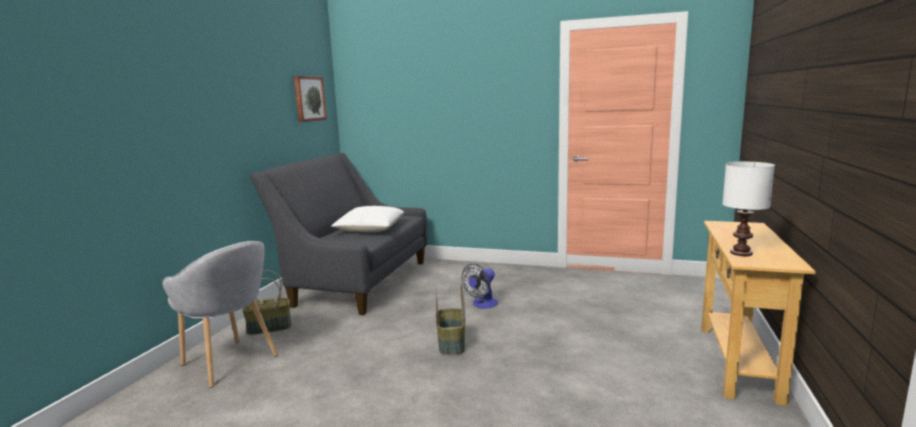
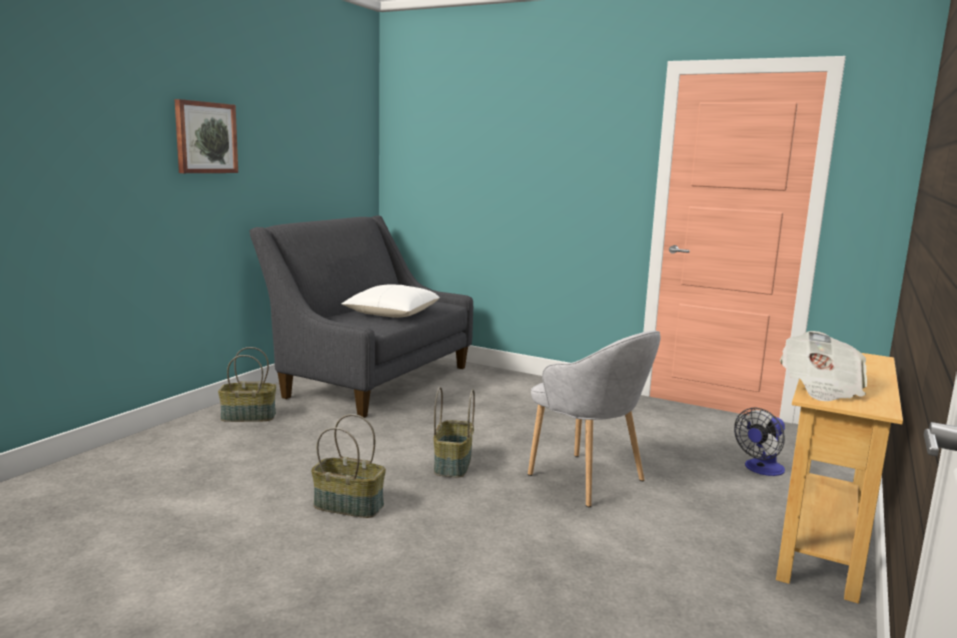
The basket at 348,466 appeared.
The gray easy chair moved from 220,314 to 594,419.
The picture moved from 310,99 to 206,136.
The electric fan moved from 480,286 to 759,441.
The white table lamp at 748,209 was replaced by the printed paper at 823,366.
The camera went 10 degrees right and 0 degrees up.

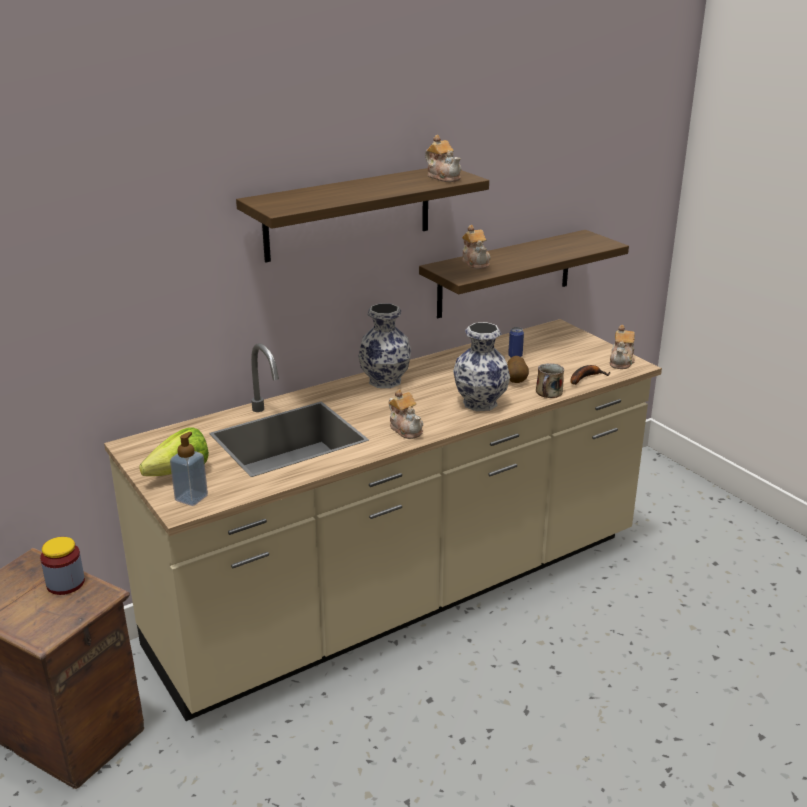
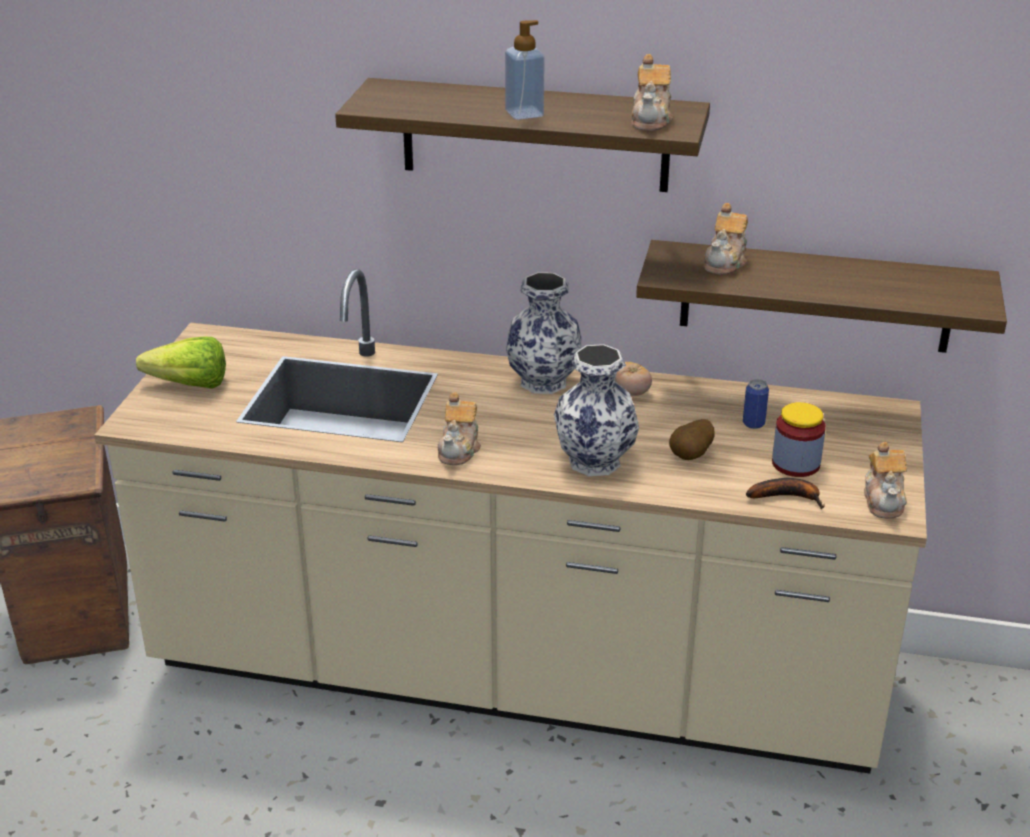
The tea mug at 550,380 disappeared.
The tomato at 633,379 appeared.
The preserve jar moved from 62,566 to 799,439.
The soap dispenser moved from 189,469 to 525,70.
The teapot at 622,347 turned 60 degrees counterclockwise.
The camera went 45 degrees right and 5 degrees up.

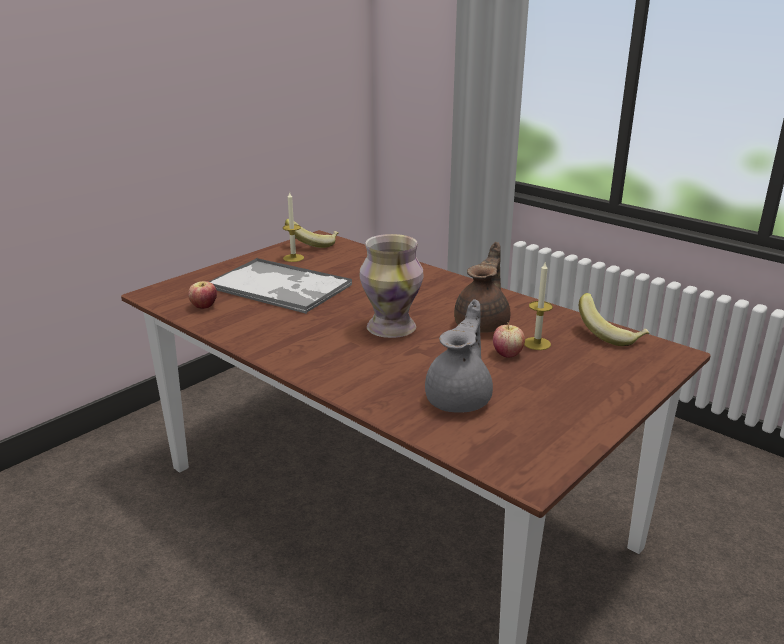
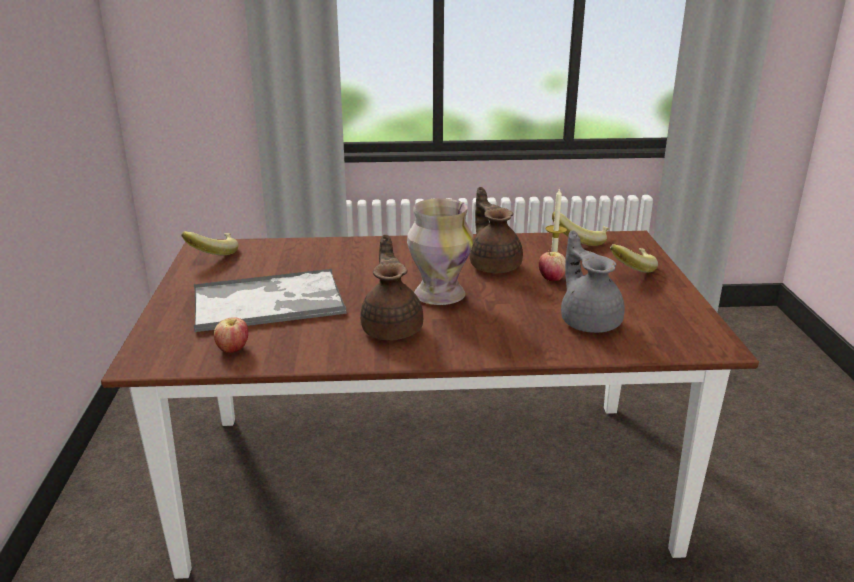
The wax candle at 293,227 disappeared.
The brown teapot at 391,287 appeared.
The banana at 634,258 appeared.
The camera went 45 degrees left and 0 degrees up.

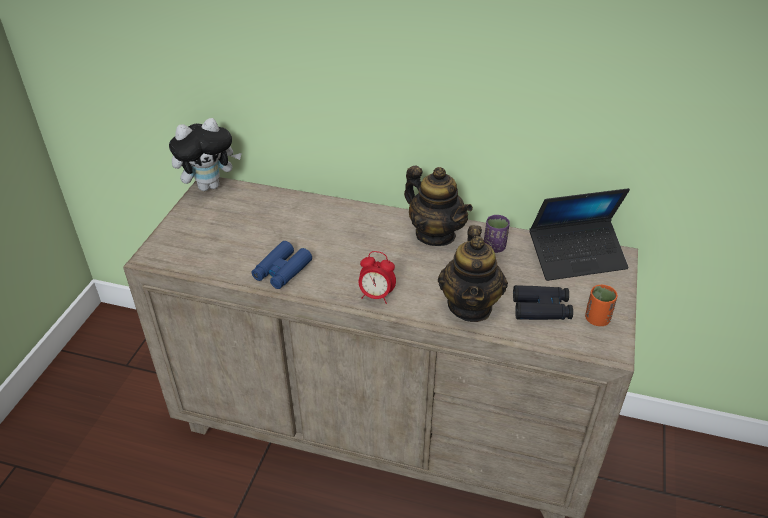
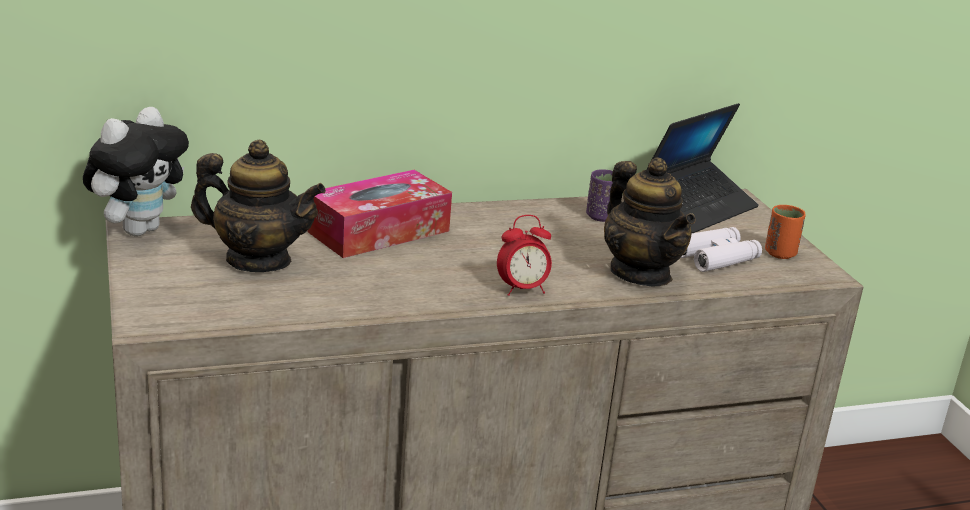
The blue field glasses at 282,265 disappeared.
The tissue box at 379,214 appeared.
The teapot moved from 438,206 to 258,206.
The blackish field glasses at 543,302 became the white field glasses at 721,249.
The camera went 35 degrees left and 15 degrees down.

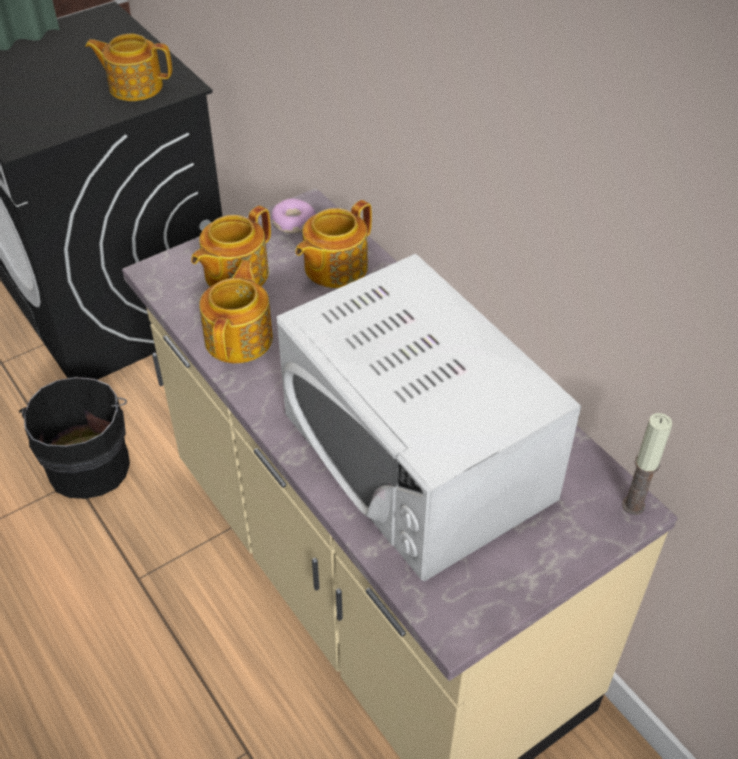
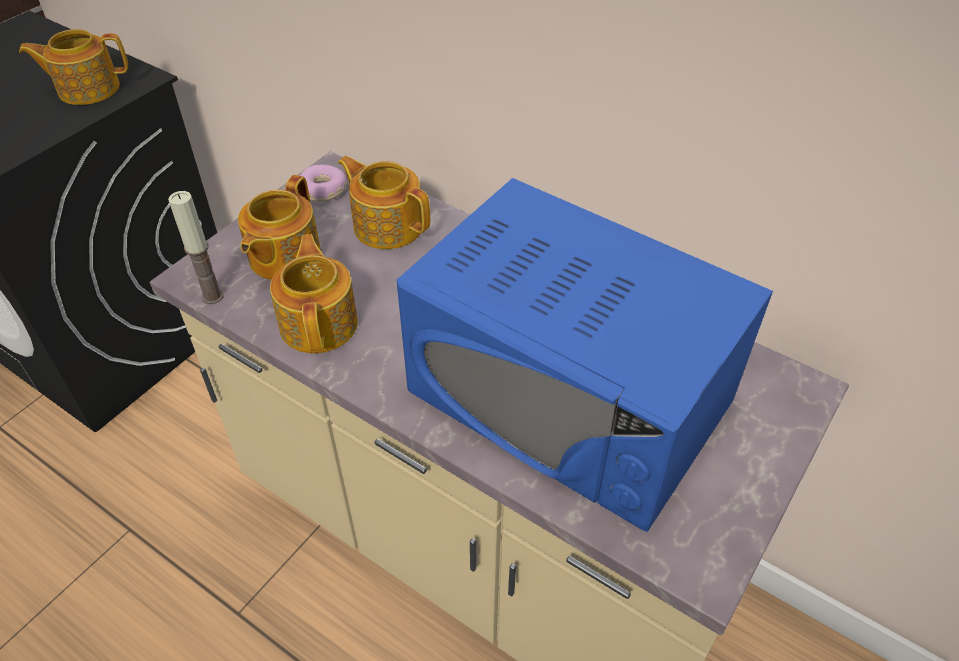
The blackish water bucket at 74,438 disappeared.
The wax candle moved from 647,464 to 196,247.
The white microwave oven at 429,417 became the blue microwave oven at 584,355.
The teapot at 333,244 turned 105 degrees clockwise.
The camera went 20 degrees left and 0 degrees up.

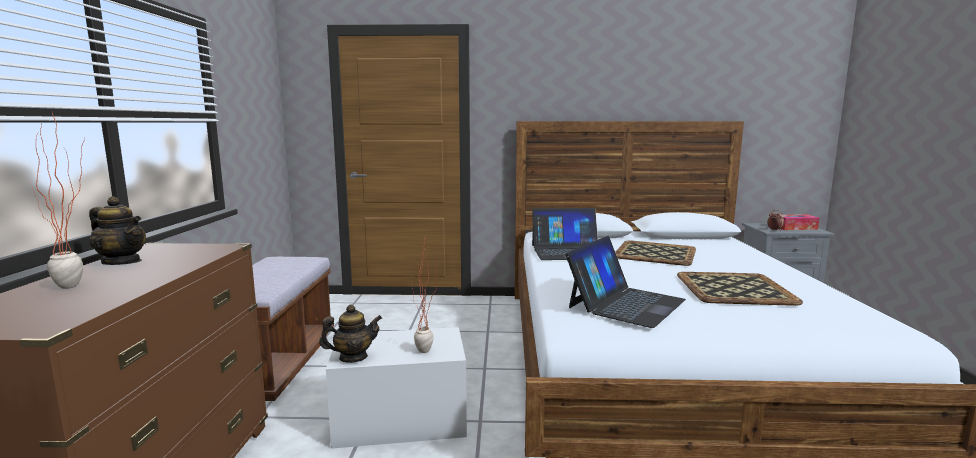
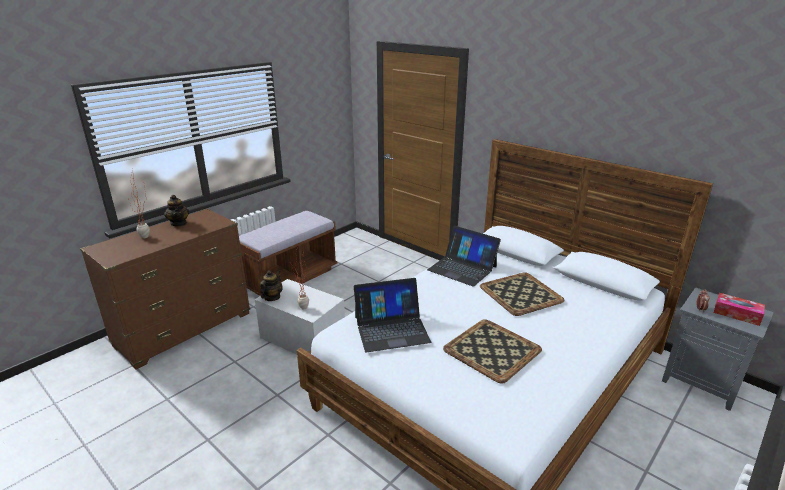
The teapot at 350,333 turned 90 degrees counterclockwise.
The camera went 40 degrees right and 15 degrees up.

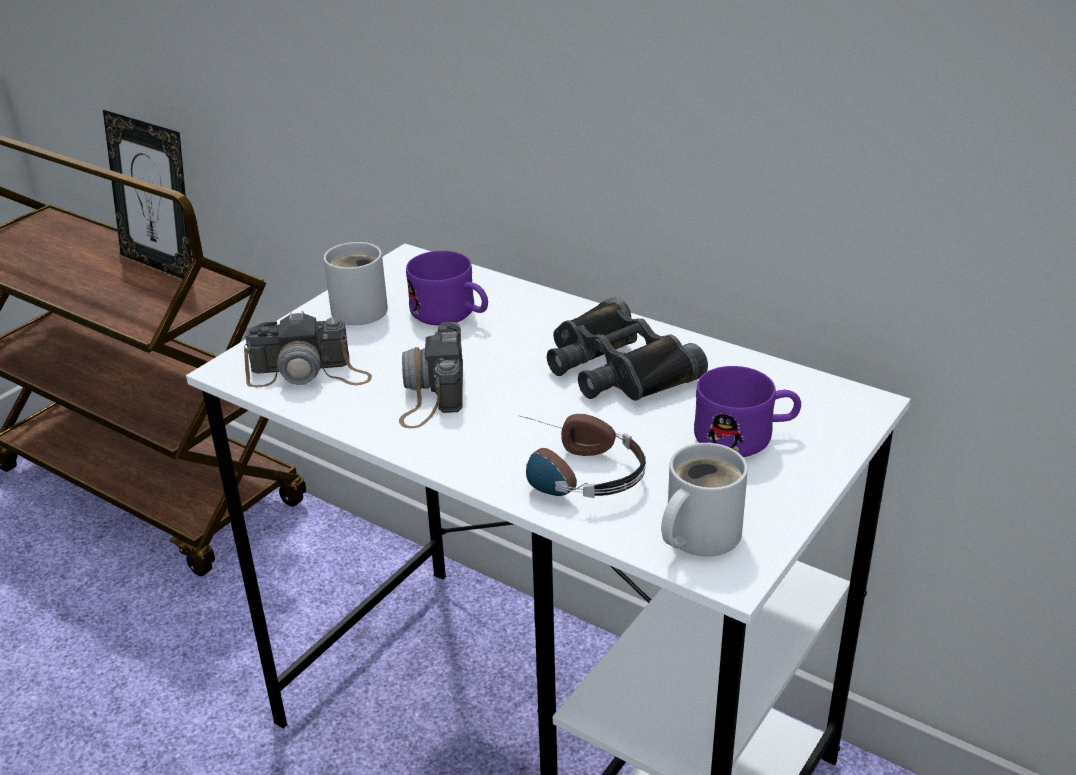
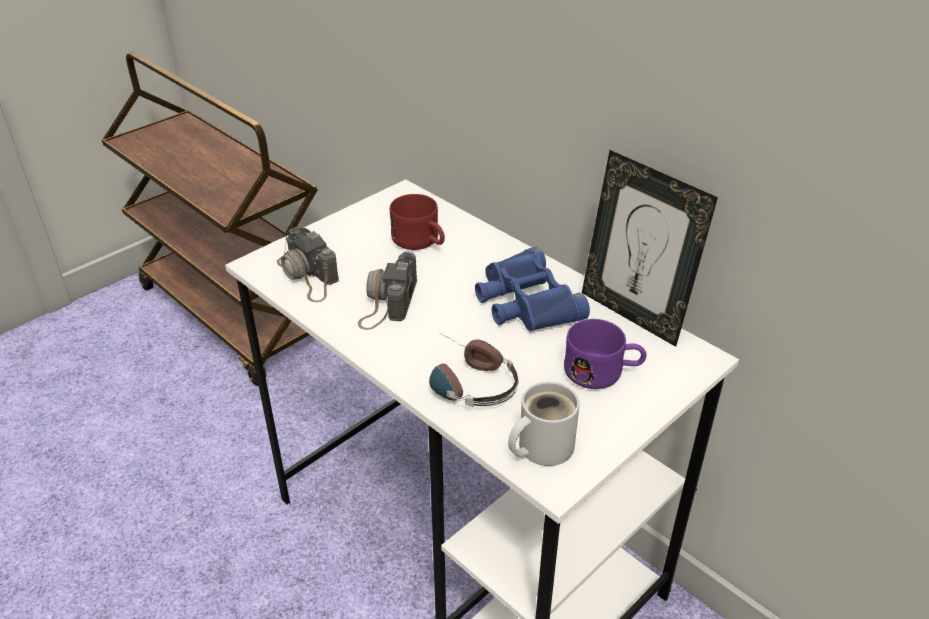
The white tea mug at 355,283 disappeared.
The standing frame moved from 148,196 to 650,248.
The purplish tea mug at 447,288 became the red-coloured tea mug at 417,222.
The blackish field glasses at 627,349 became the blue field glasses at 532,288.
The photo camera at 308,349 turned 45 degrees clockwise.
The camera went 10 degrees right and 5 degrees up.

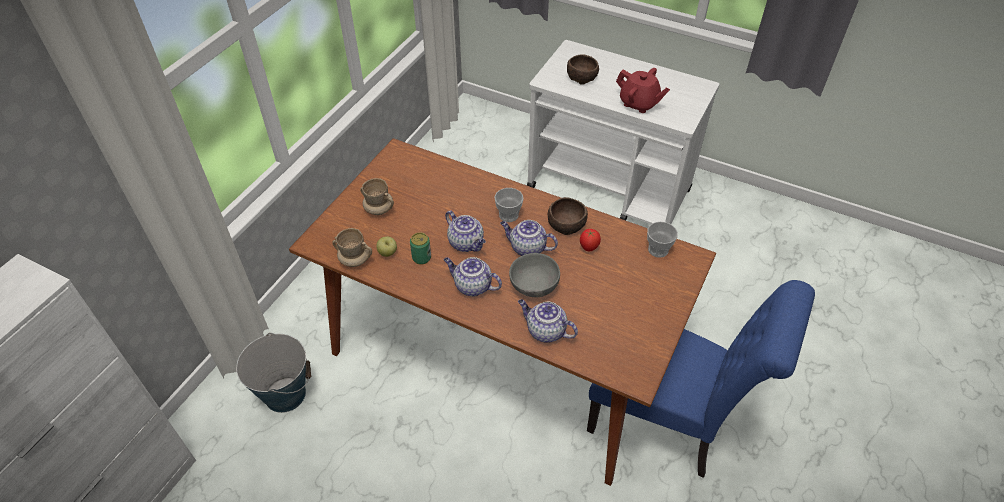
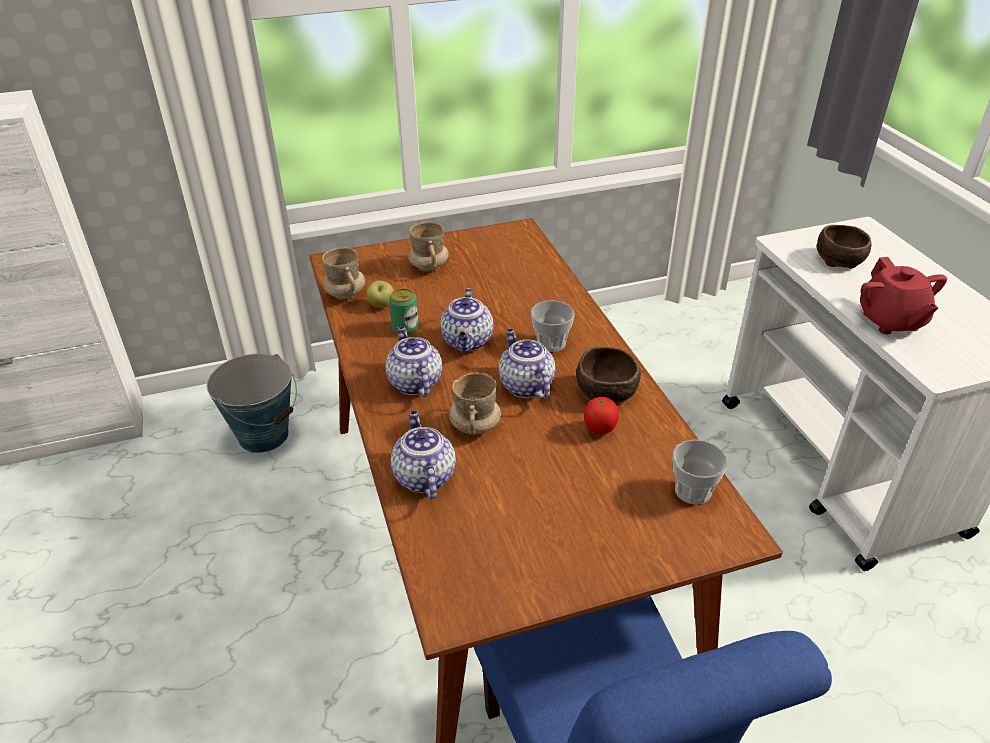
The gray serving bowl at 534,275 was replaced by the sand-coloured tea mug at 475,403.
The camera went 45 degrees right and 10 degrees down.

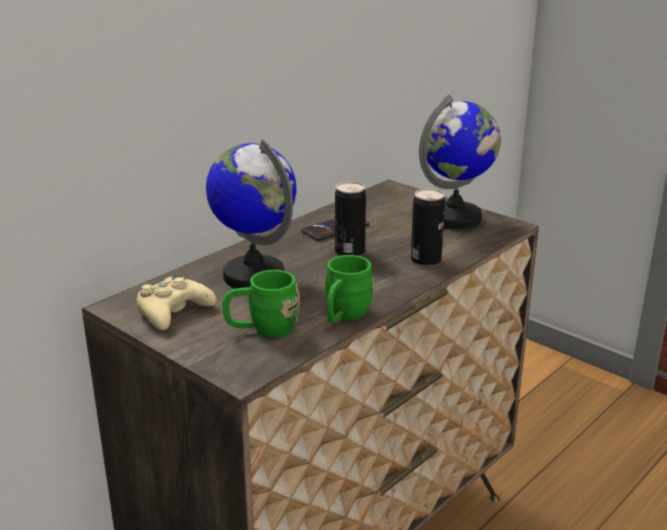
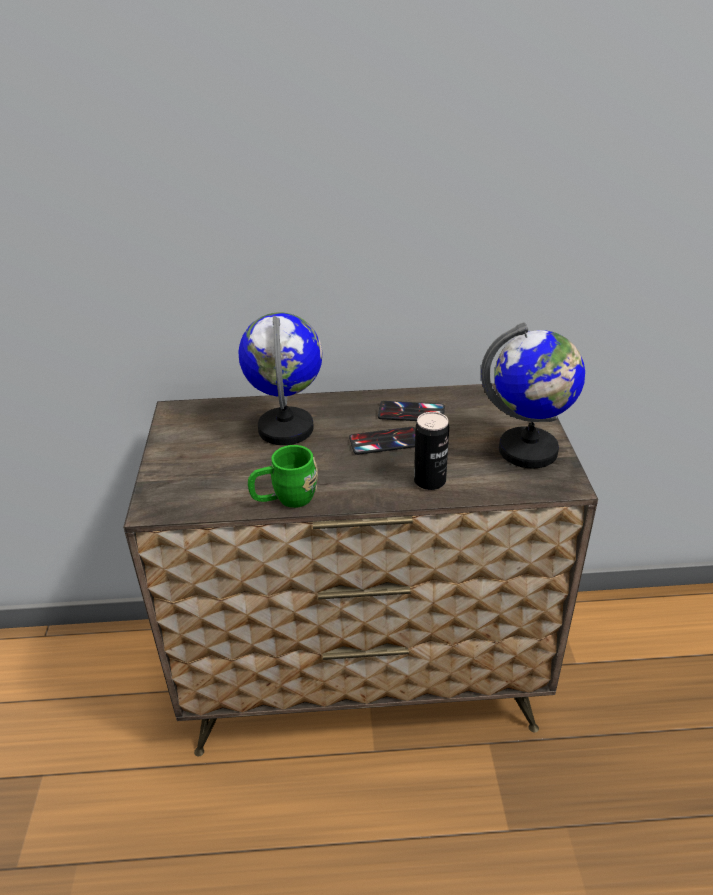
The sand-coloured joypad at 176,302 disappeared.
The green tea mug at 261,304 disappeared.
The sealed can at 350,219 was replaced by the telephone at 382,441.
The camera went 45 degrees right and 10 degrees up.

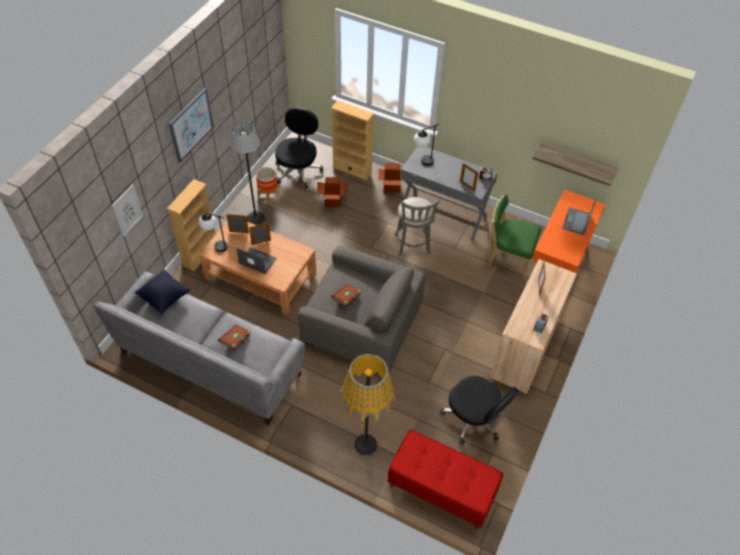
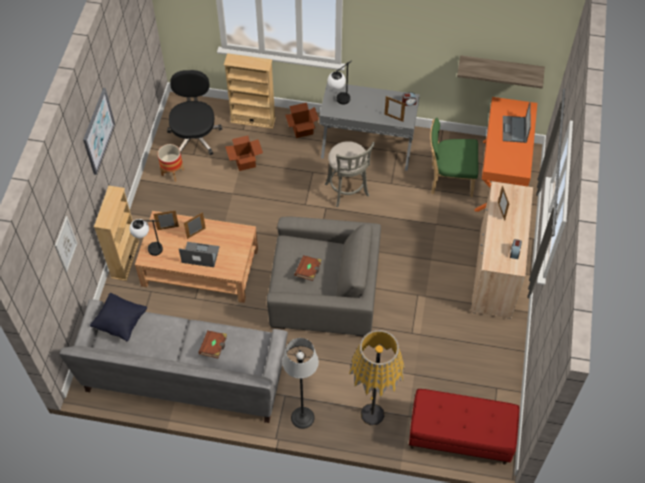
The blackish computer chair at 479,410 disappeared.
The standing lamp moved from 248,173 to 300,383.
The camera went 15 degrees left and 5 degrees up.

